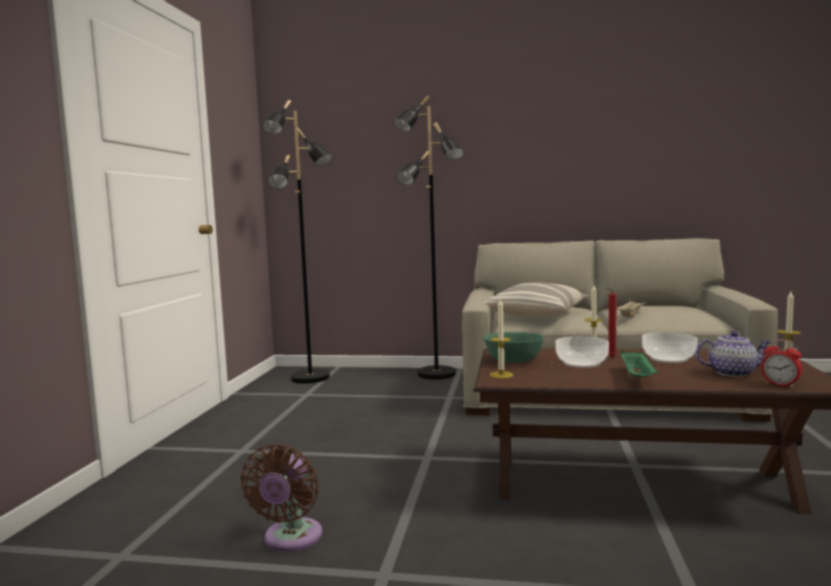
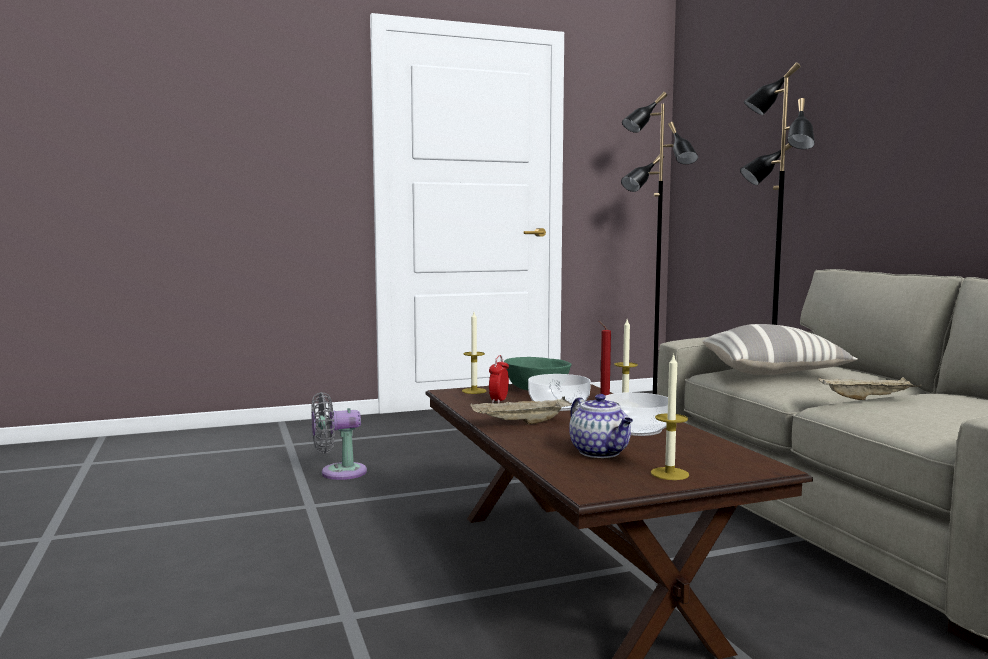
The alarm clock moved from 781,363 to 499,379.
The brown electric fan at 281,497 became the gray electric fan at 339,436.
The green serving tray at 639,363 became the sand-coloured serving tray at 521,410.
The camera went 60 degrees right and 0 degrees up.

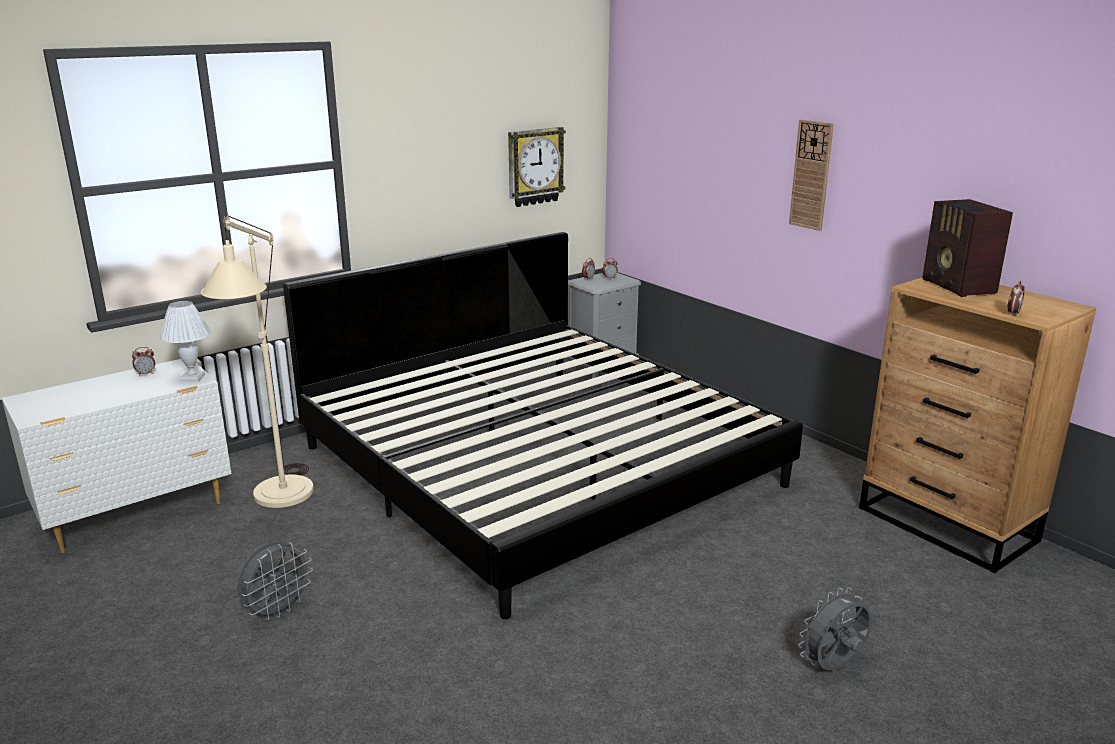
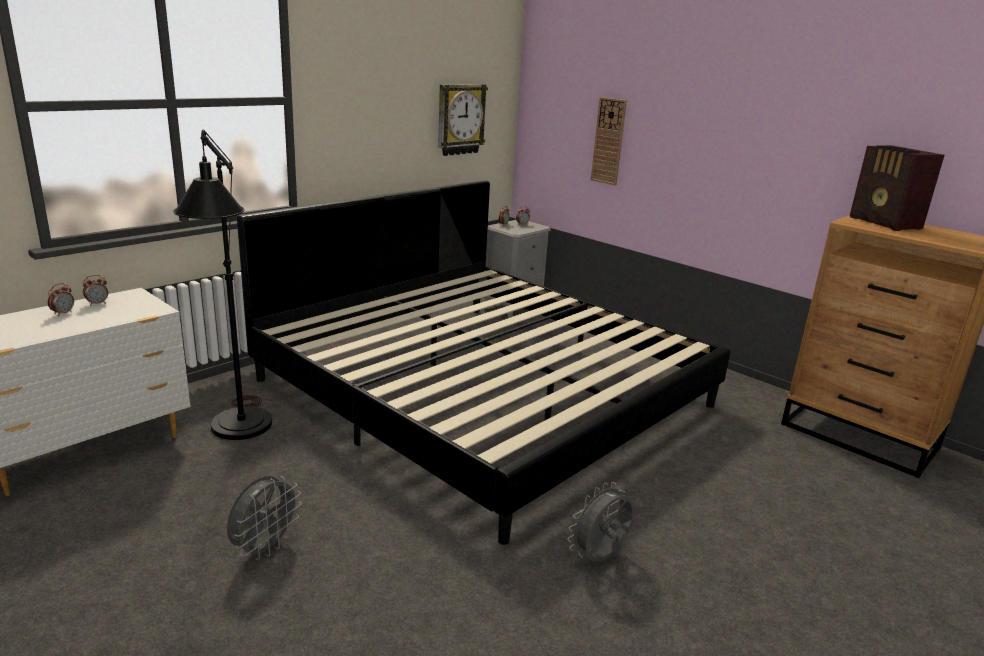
The white table lamp at 185,341 disappeared.
The clock on the wall moved from 811,175 to 609,141.
The gray electric fan moved from 835,629 to 601,522.
The alarm clock moved from 1016,298 to 61,299.
The sand-coloured standing lamp at 257,361 became the blackish standing lamp at 222,284.
The camera went 10 degrees left and 0 degrees up.

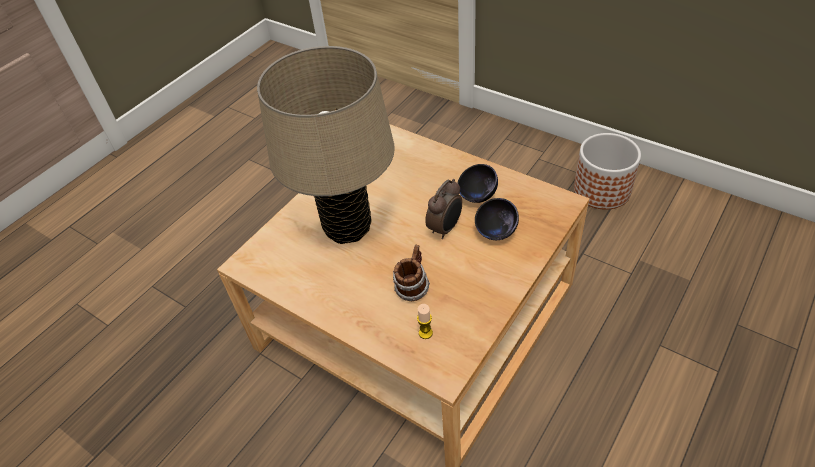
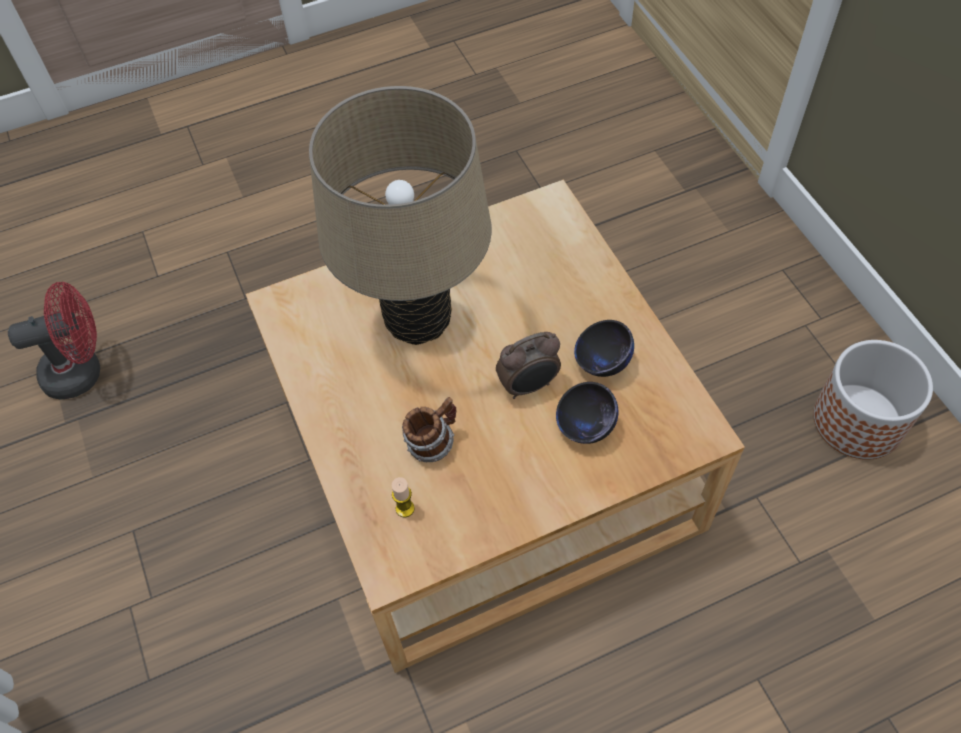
The red-coloured electric fan at 54,341 appeared.
The camera went 30 degrees right and 10 degrees up.

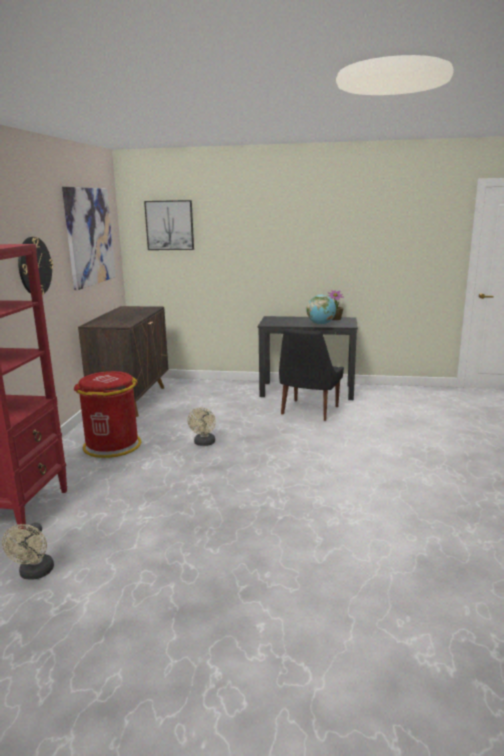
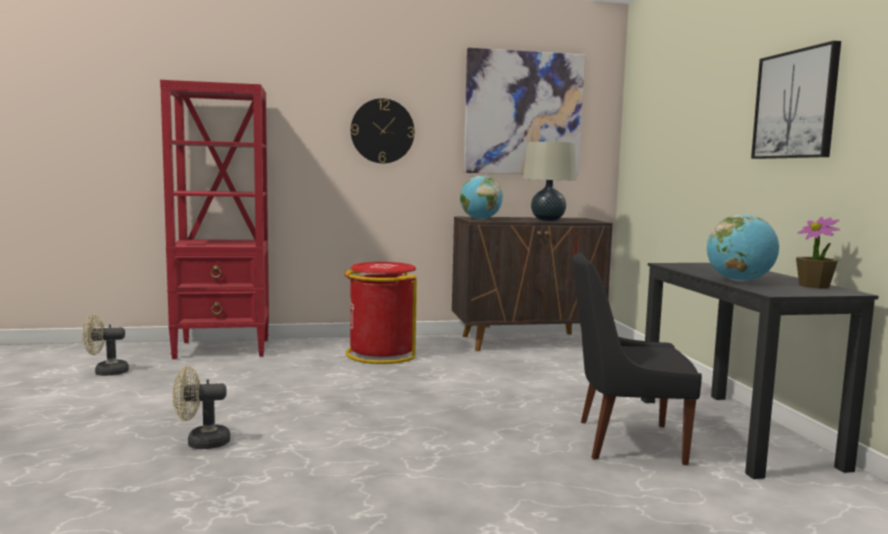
The globe at 481,198 appeared.
The sand-coloured table lamp at 550,181 appeared.
The picture moved from 169,225 to 796,100.
The sand-coloured electric fan moved from 202,426 to 201,407.
The camera went 70 degrees right and 10 degrees down.

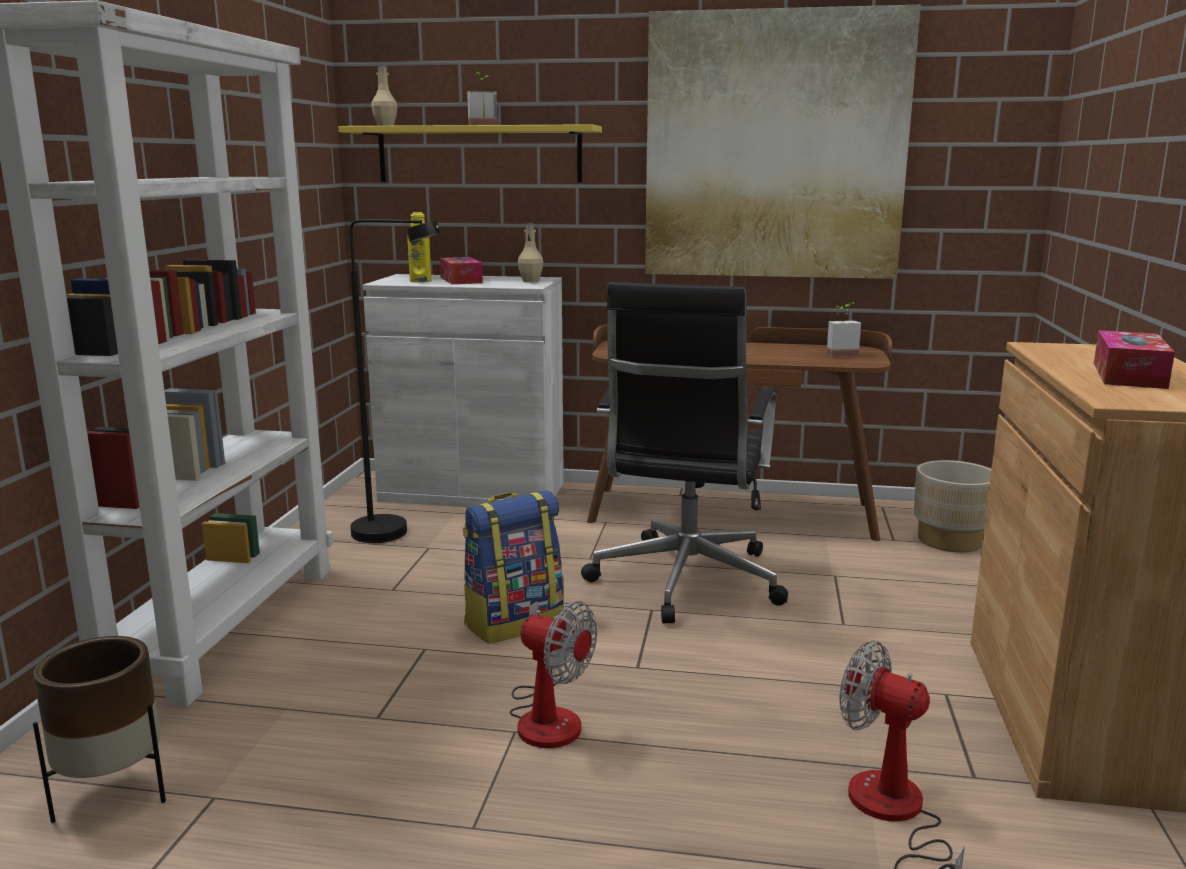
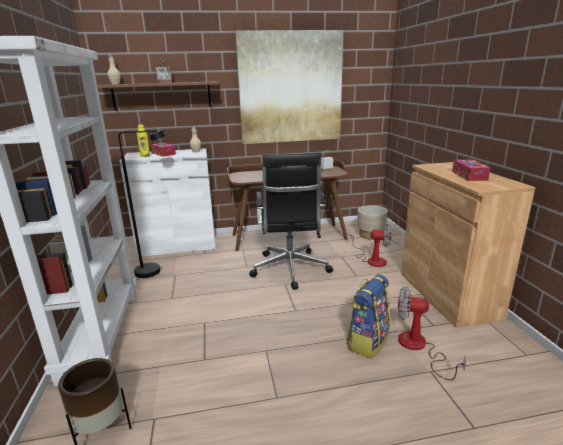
The knapsack moved from 513,567 to 369,316.
The electric fan moved from 553,674 to 371,245.
The yellowish wall shelf at 470,153 became the brown wall shelf at 158,95.
The camera went 20 degrees left and 5 degrees up.

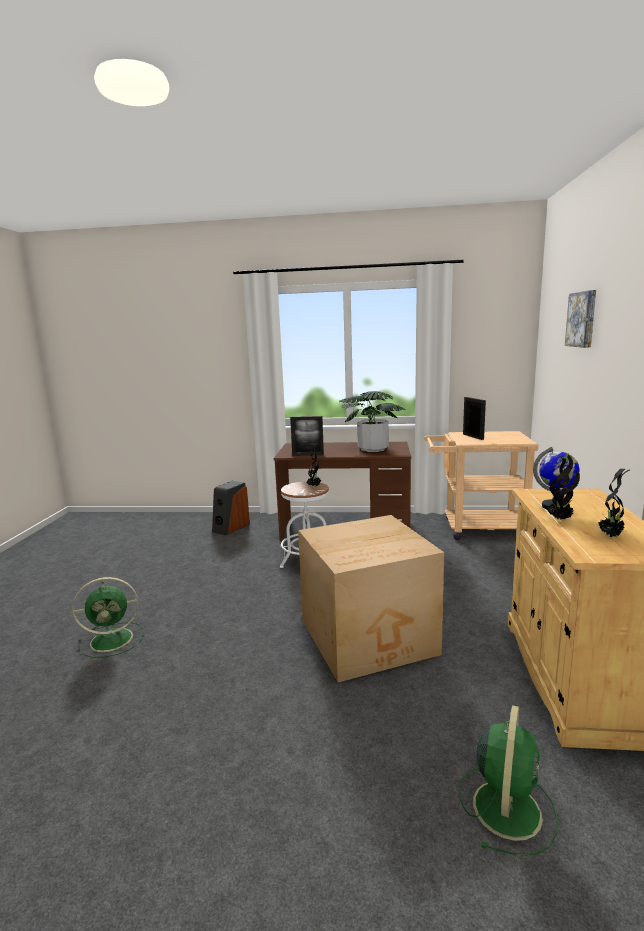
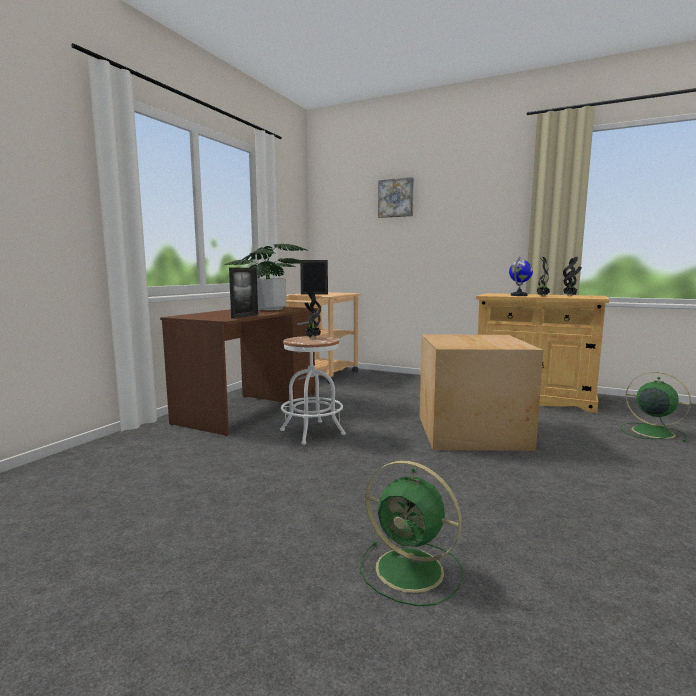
The audio speaker at 231,508 disappeared.
The green electric fan at 108,617 turned 120 degrees clockwise.
The camera went 70 degrees left and 5 degrees down.

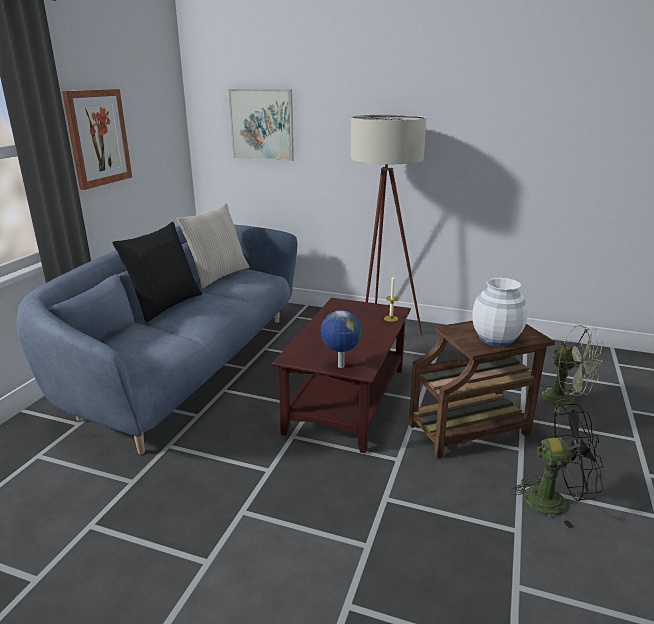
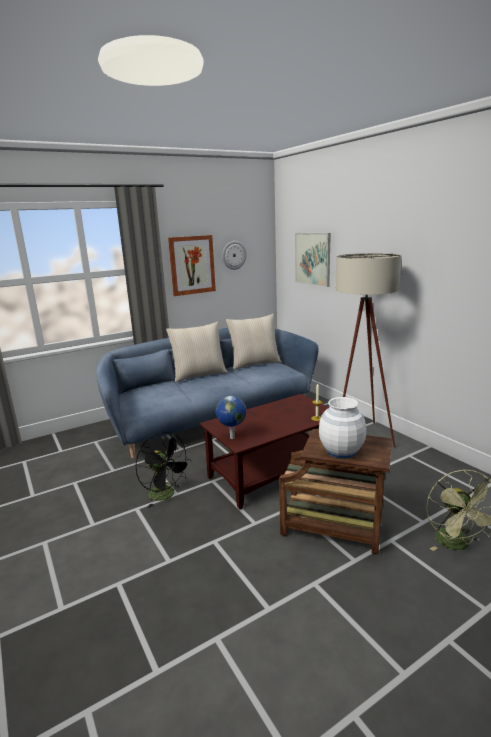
The clock on the wall at 234,255 appeared.
The blackish electric fan moved from 557,466 to 163,470.
The blackish pillow at 157,272 became the sand-coloured pillow at 196,352.
The camera went 40 degrees right and 5 degrees down.

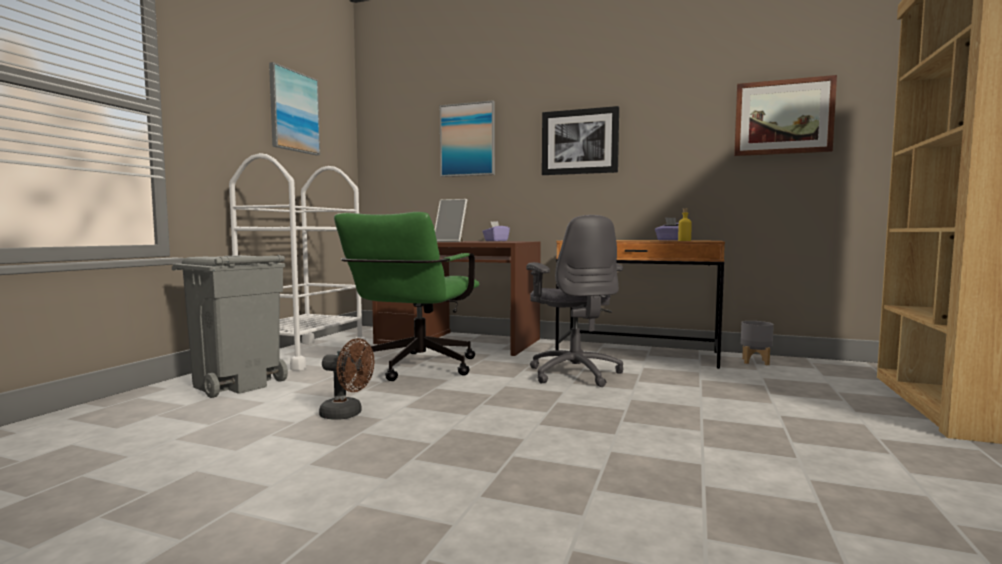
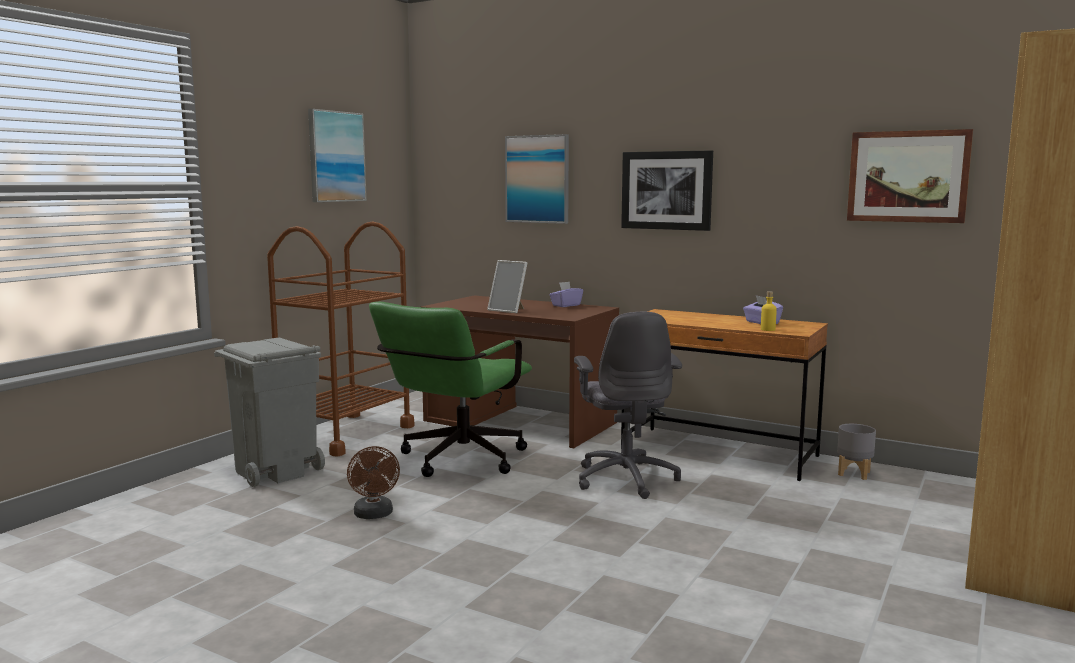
The white trolley at 297,262 became the brown trolley at 340,339.
The brown electric fan at 346,379 turned 45 degrees clockwise.
The camera went 10 degrees right and 5 degrees up.

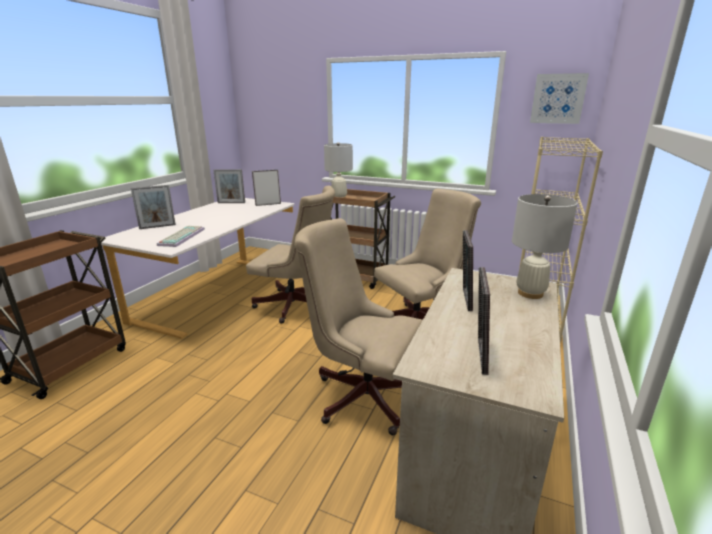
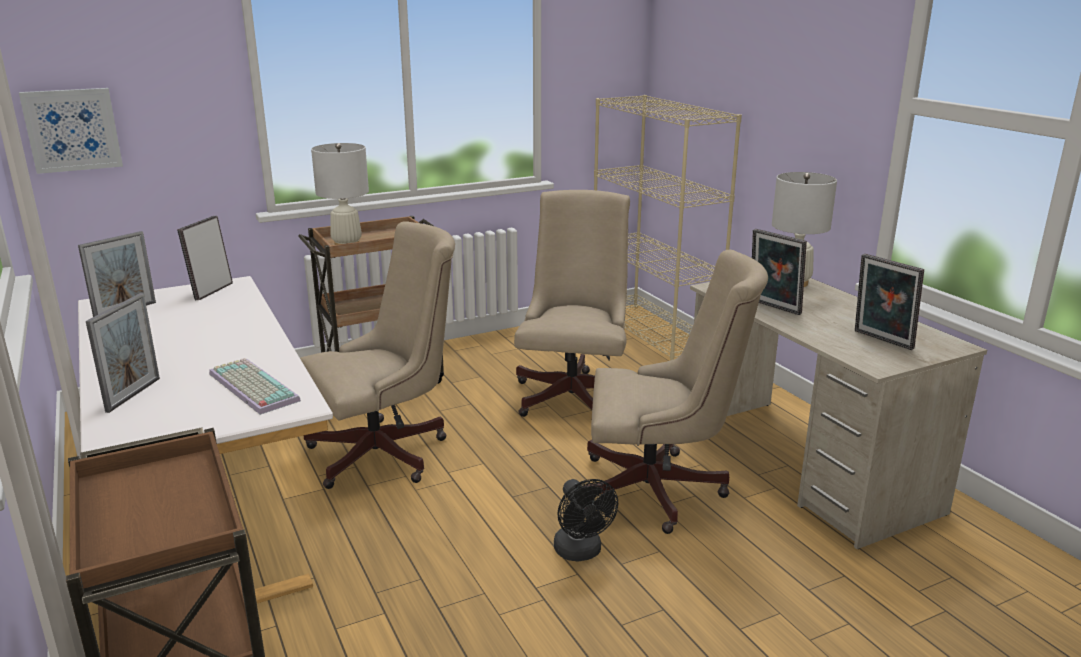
The blackish electric fan at 586,520 appeared.
The picture moved from 559,98 to 71,131.
The sand-coloured computer chair at 358,326 turned 150 degrees counterclockwise.
The camera went 50 degrees left and 0 degrees up.

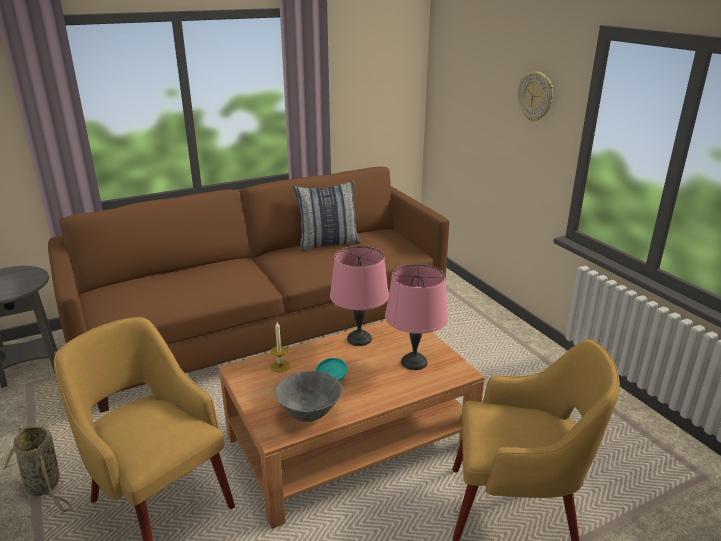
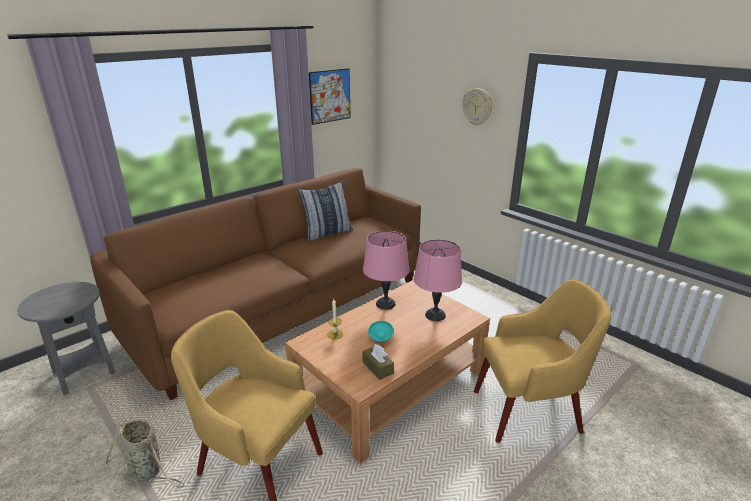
The picture at 330,96 appeared.
The gray serving bowl at 309,396 was replaced by the brown tissue box at 378,362.
The camera went 15 degrees left and 0 degrees up.

